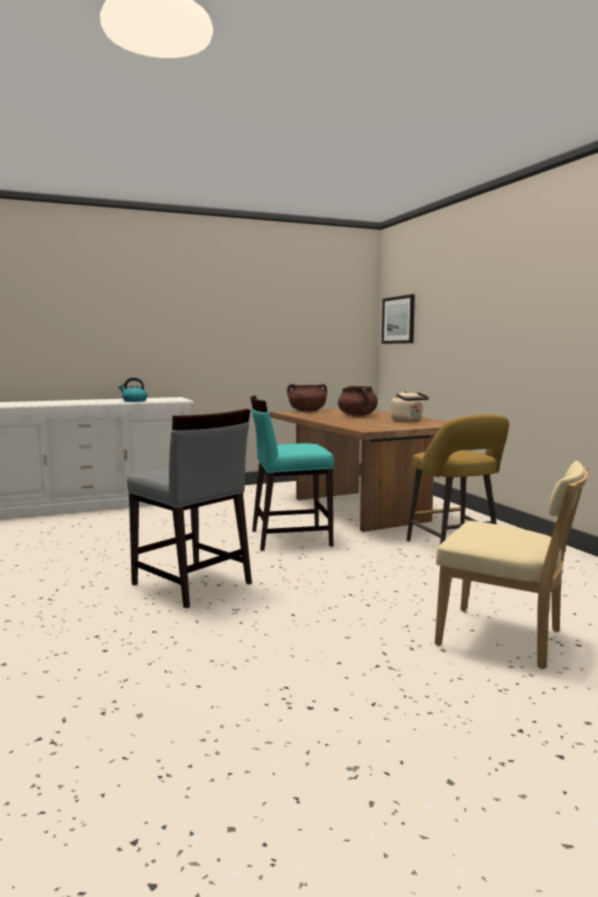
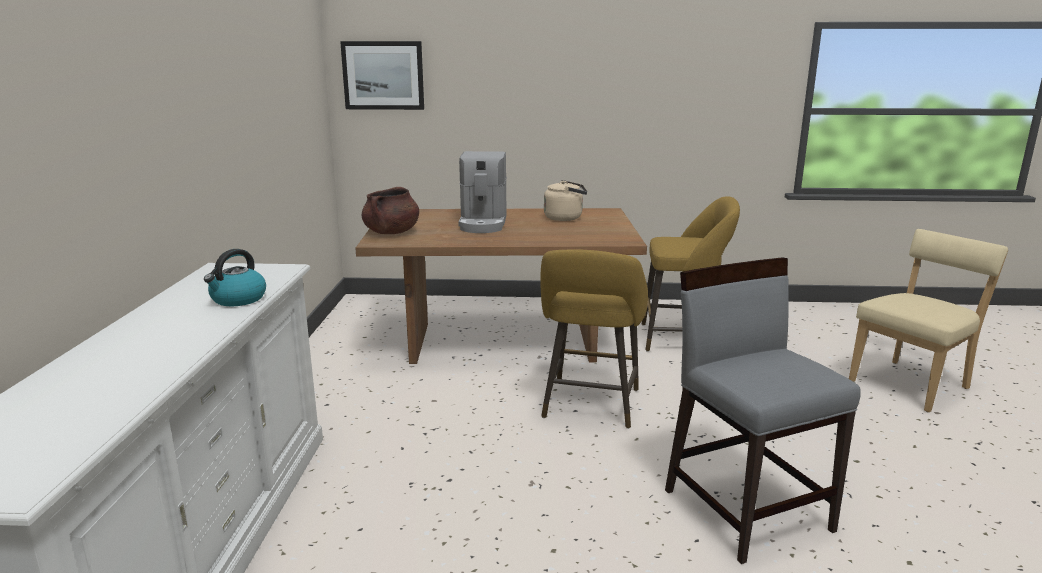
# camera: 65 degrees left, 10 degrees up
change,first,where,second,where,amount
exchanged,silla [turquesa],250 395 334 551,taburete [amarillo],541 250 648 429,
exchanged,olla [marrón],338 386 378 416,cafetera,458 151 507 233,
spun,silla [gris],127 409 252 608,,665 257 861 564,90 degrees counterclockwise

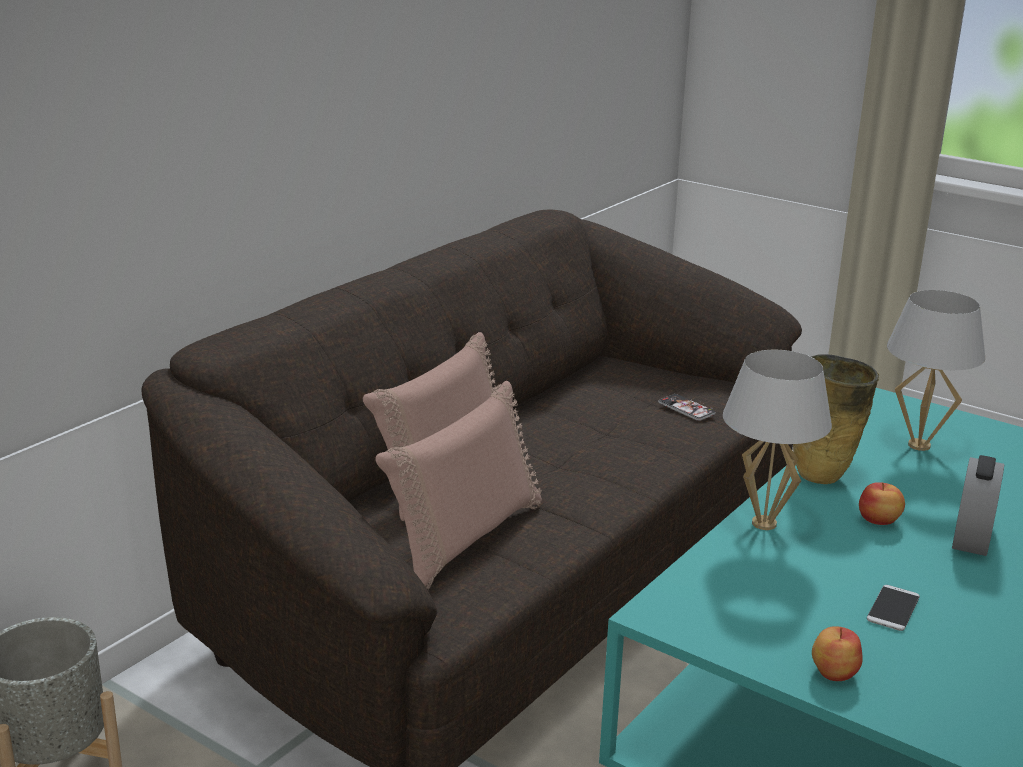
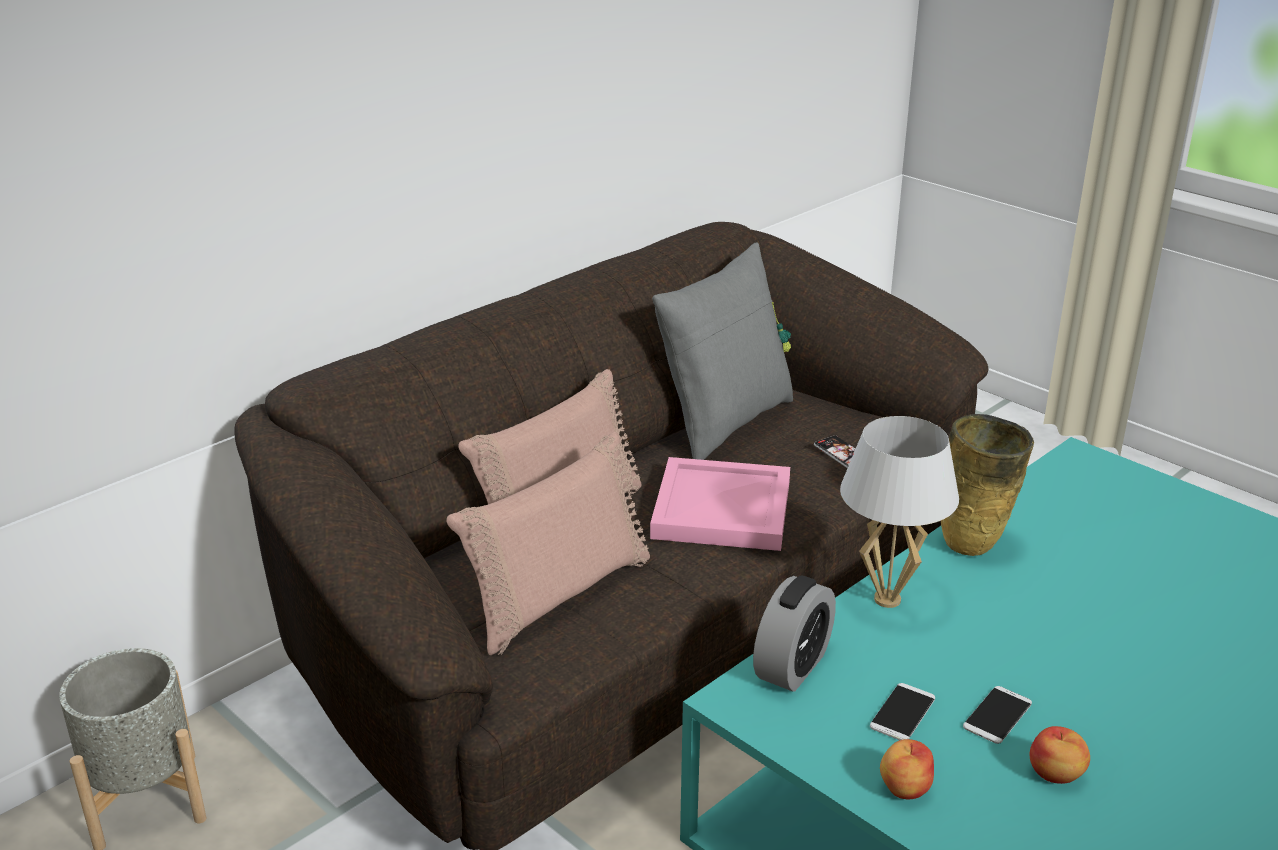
# camera: 10 degrees right, 5 degrees up
change,first,where,second,where,amount
missing,lámpara de mesa [blanco],887 290 985 451,,,
appeared,,,bandeja [rosa],650 457 790 551,
appeared,,,cojín [gris],652 242 793 460,
appeared,,,móvil,870 683 935 740,
relocated,manzana,859 482 905 525,,1030 726 1090 784,
relocated,despertador,952 455 1004 556,,753 576 836 692,

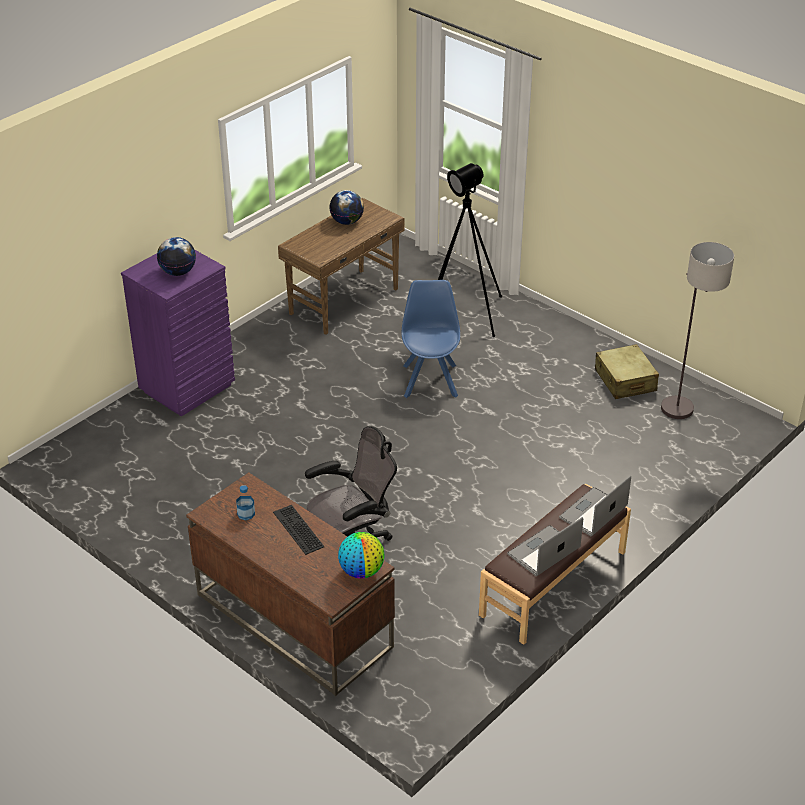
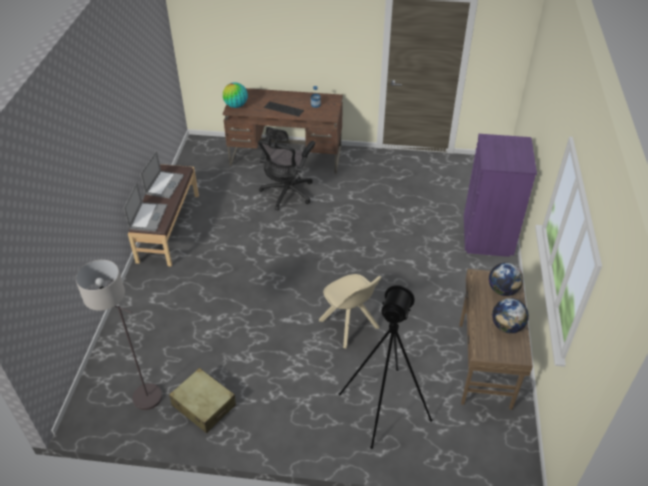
# camera: 145 degrees right, 5 degrees up
change,first,where,second,where,amount
relocated,globo terráqueo,157 237 196 276,,489 263 523 296,
colour,silla [azul],402 280 460 398,silla [beis],319 274 382 349,

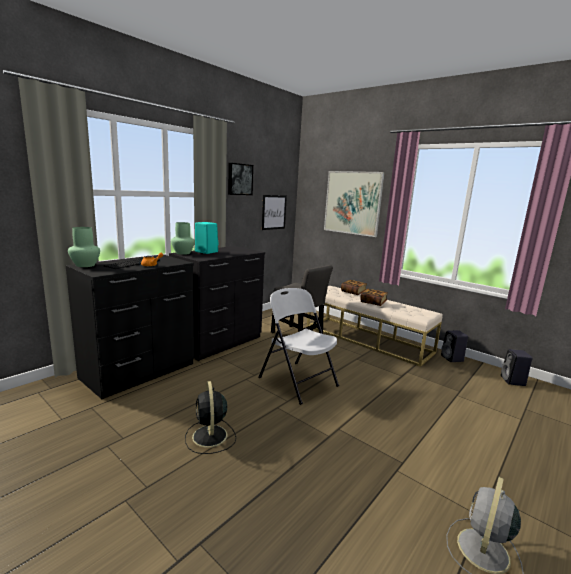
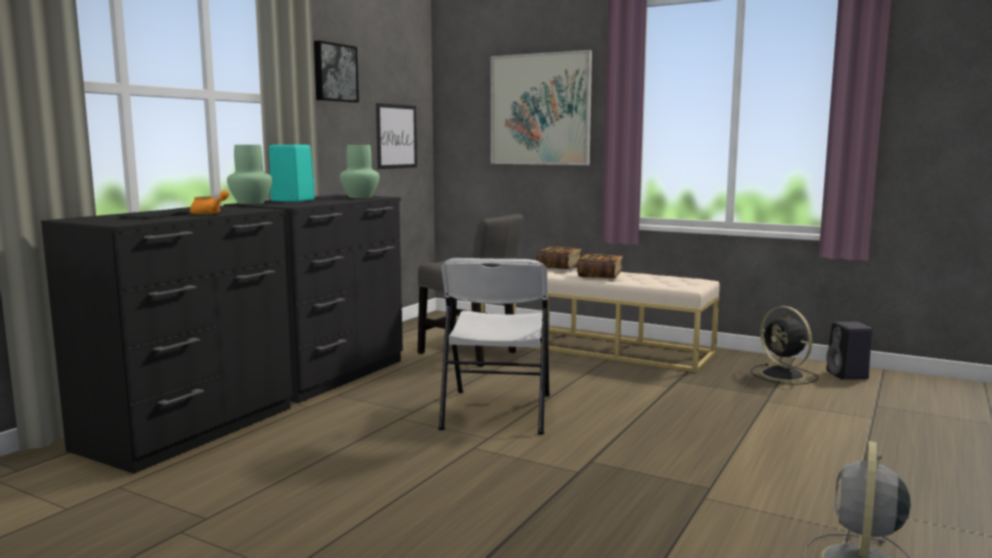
# camera: 10 degrees left, 5 degrees down
change,first,where,second,where,amount
missing,altavoz [negro],441 330 468 362,,,
relocated,florero [verde],68 227 100 267,,340 145 379 198,
relocated,ventilador [negro],185 381 236 454,,751 306 819 385,
spun,silla [blanco],258 288 339 405,,438 258 550 435,120 degrees counterclockwise

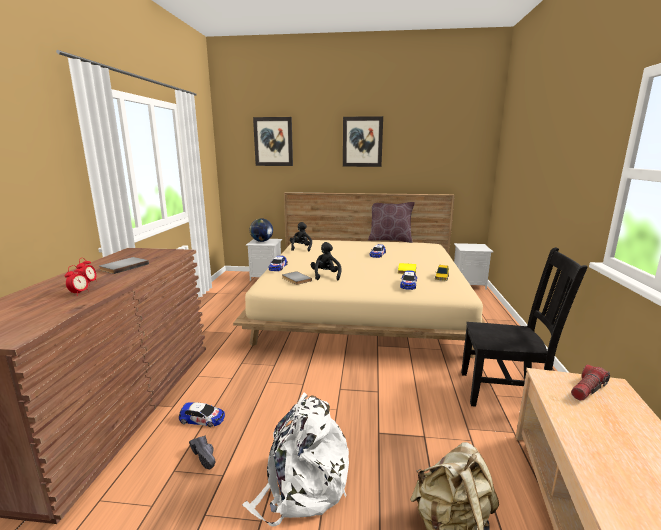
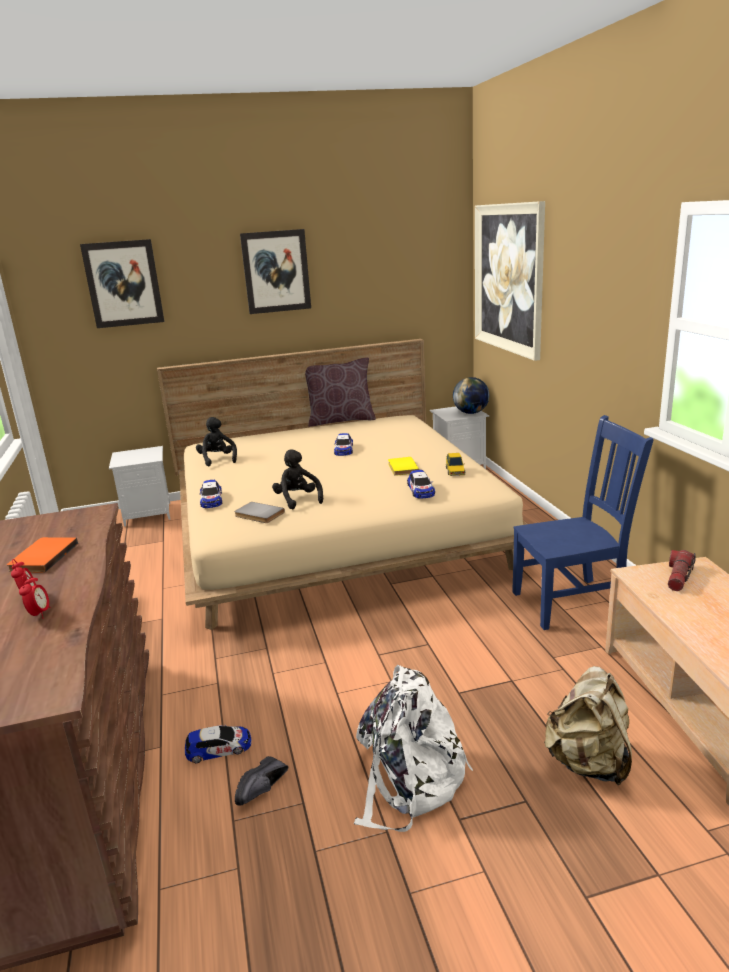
# camera: 20 degrees left, 5 degrees up
change,first,where,second,where,amount
appeared,,,cuadro,475 201 545 361,
relocated,globo terráqueo,250 218 273 242,,453 377 489 414,
colour,libro [gris],99 257 149 274,libro [naranja],7 537 78 573,
colour,silla [negro],461 247 588 407,silla [azul],512 415 654 630,
spun,zapato [negro],189 435 215 469,,235 756 288 806,90 degrees clockwise

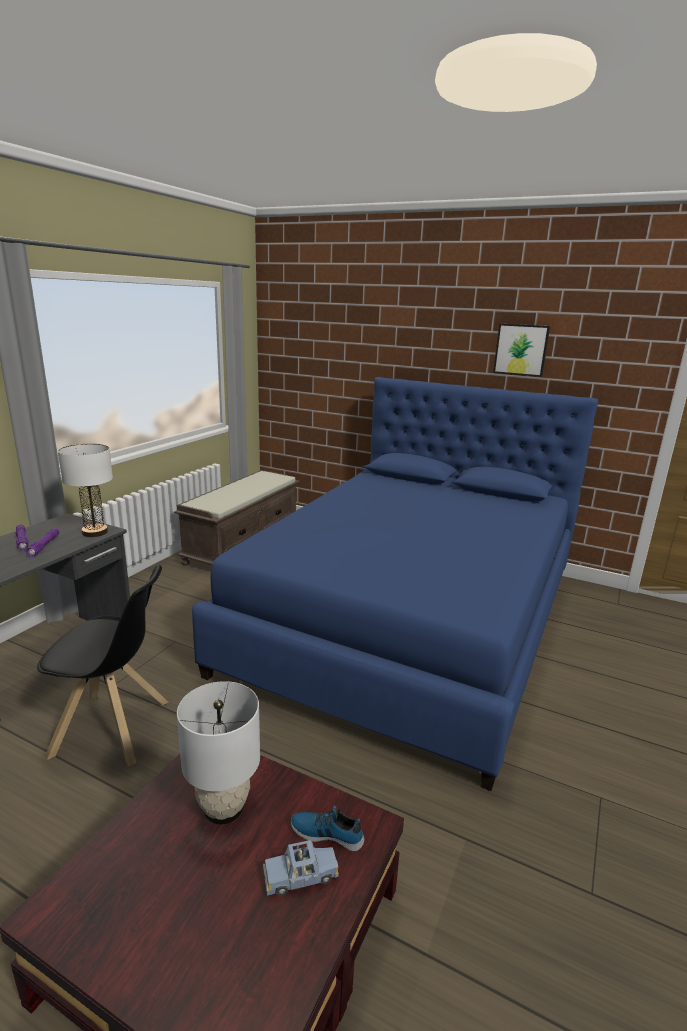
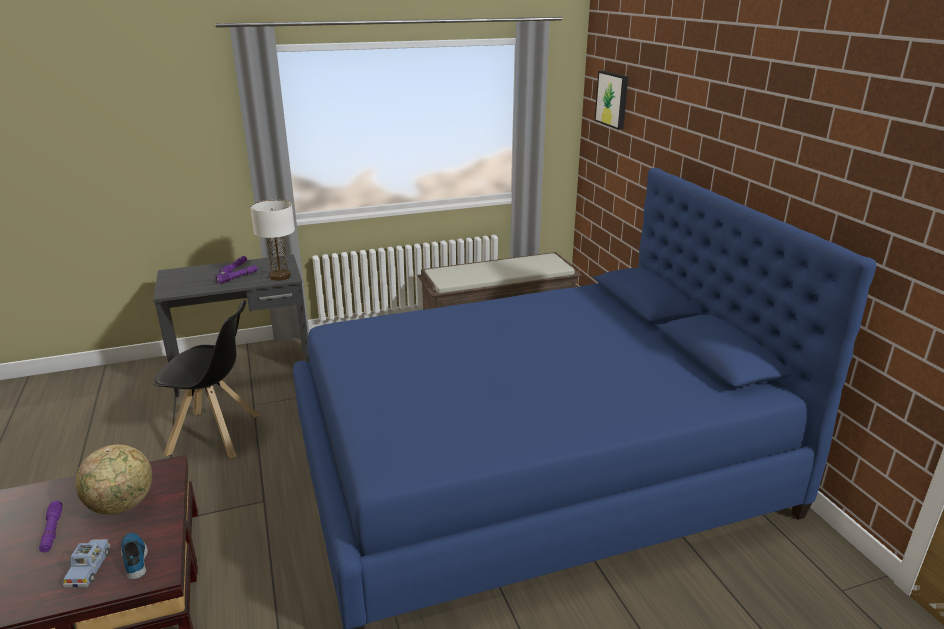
# camera: 45 degrees right, 5 degrees up
change,first,where,second,where,amount
appeared,,,linterna [morado],39 501 62 552,
relocated,cuadro,493 324 550 377,,595 71 628 130,
exchanged,lámpara de mesa [blanco],177 681 260 824,globo terráqueo,75 444 152 515,
spun,silla [negro],37 565 169 766,,153 300 260 459,45 degrees counterclockwise
spun,coche de juguete [azul],263 840 339 896,,63 539 111 588,120 degrees counterclockwise

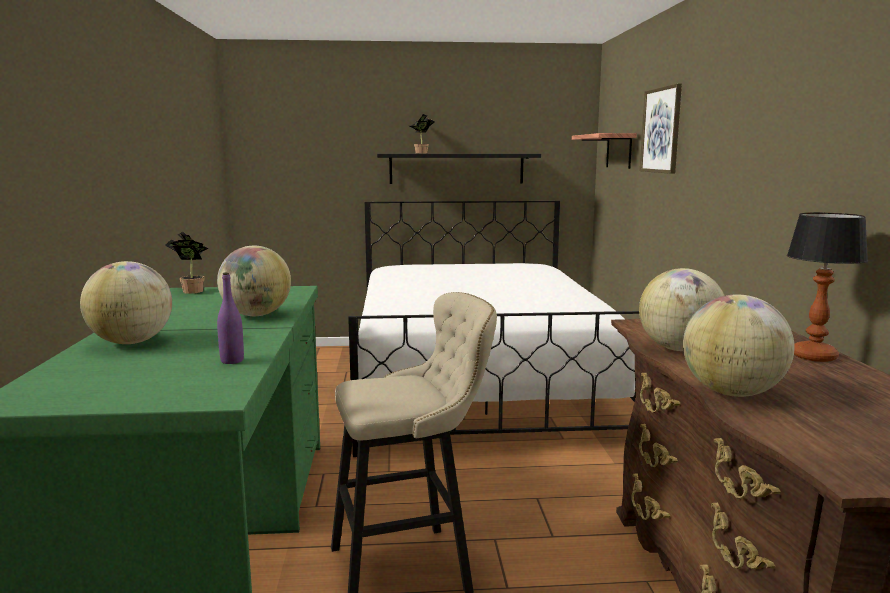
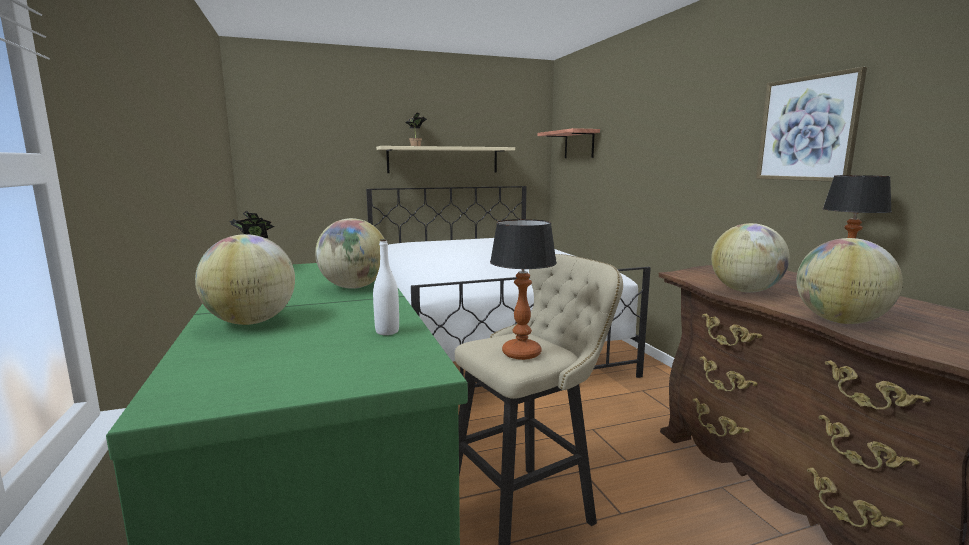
# camera: 15 degrees left, 0 degrees up
change,first,where,second,where,amount
appeared,,,lámpara de mesa,490 219 557 360,
relocated,cuadro,640 83 682 174,,756 67 867 182,
colour,botella [morado],217 272 244 364,botella [blanco],373 239 399 335,
colour,estante [negro],377 154 541 184,estante [beis],376 146 515 173,

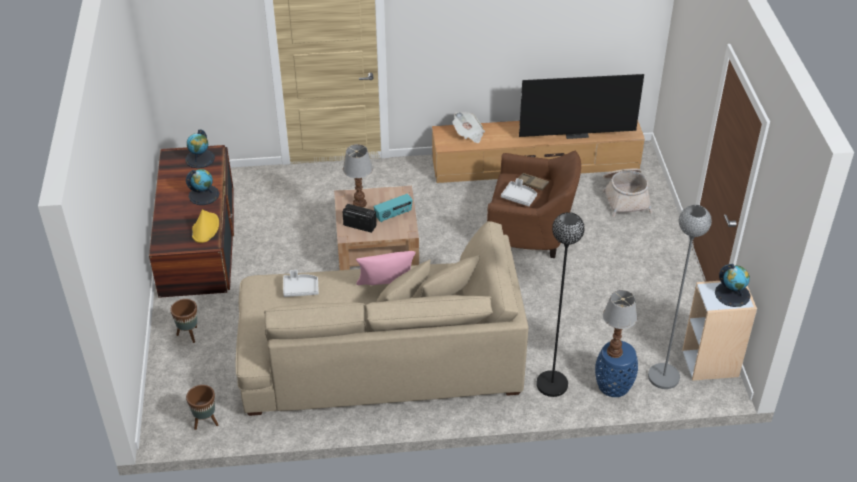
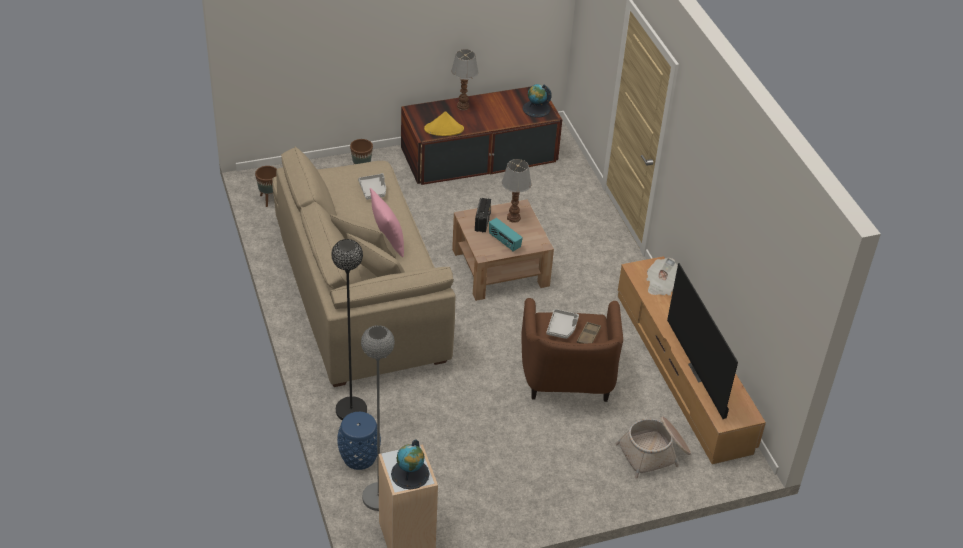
# camera: 75 degrees right, 0 degrees up
change,first,where,second,where,amount
missing,globo terráqueo,186 169 219 205,,,
relocated,lámpara de mesa,603 290 637 358,,451 49 478 110,

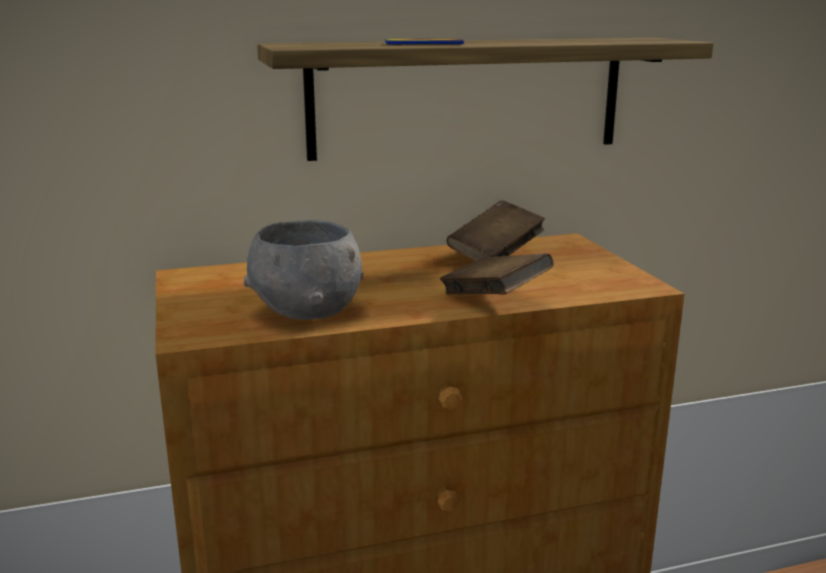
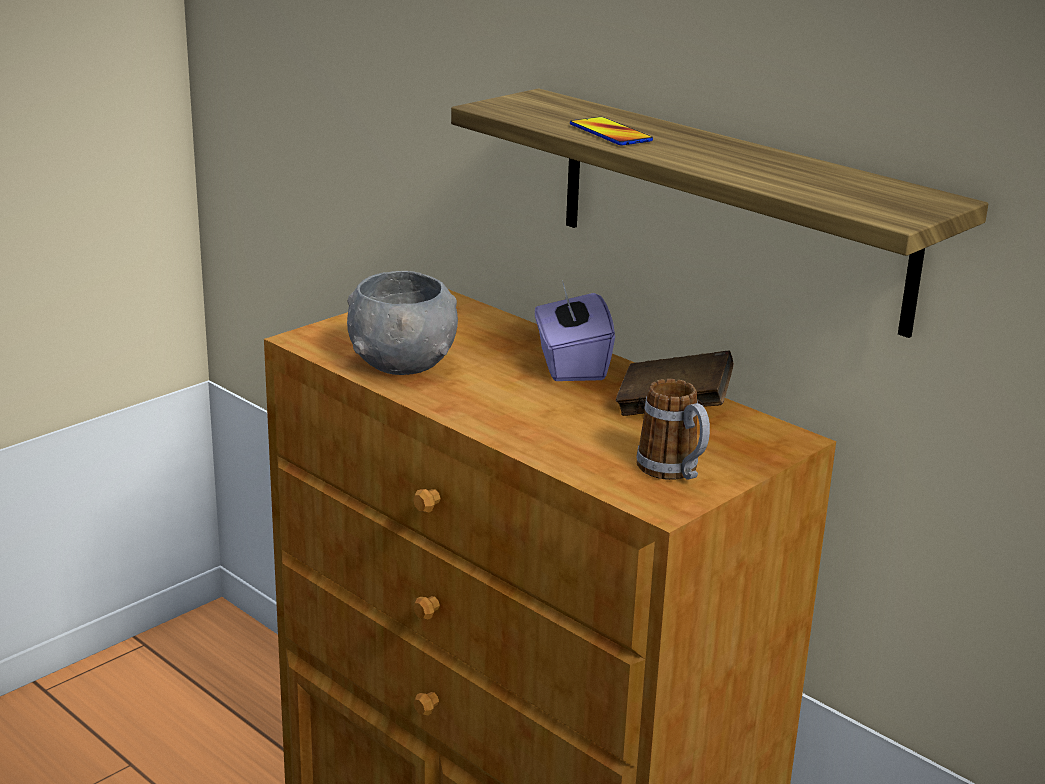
# camera: 60 degrees right, 5 degrees up
change,first,where,second,where,amount
missing,libro [marrón],440 253 554 294,,,
appeared,,,caja de pañuelos [morado],535 280 615 381,
appeared,,,taza grande,636 379 710 480,

